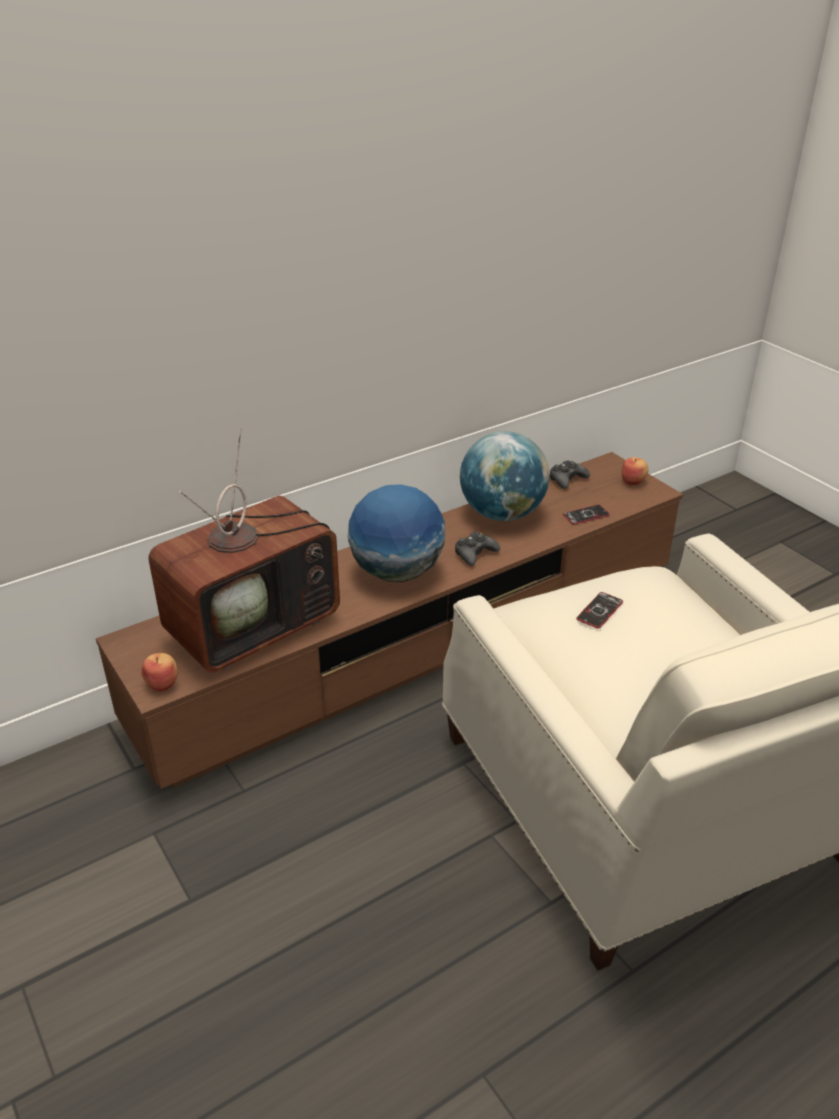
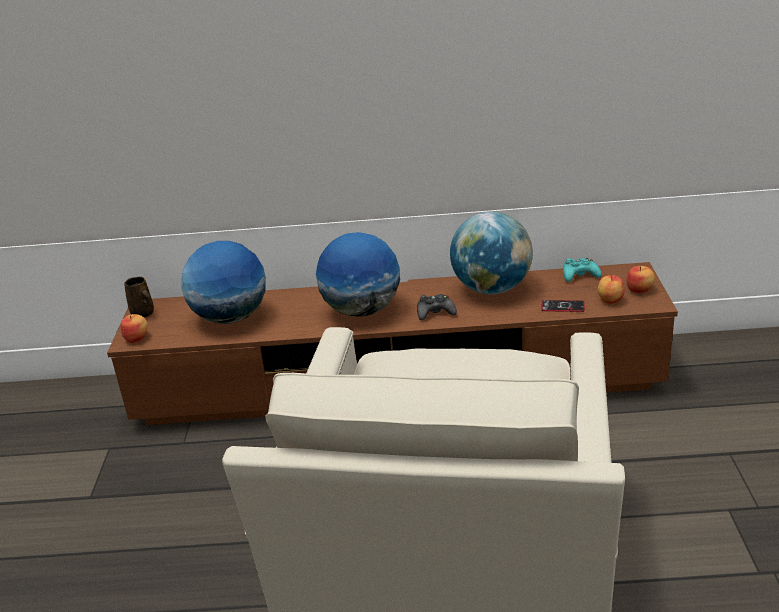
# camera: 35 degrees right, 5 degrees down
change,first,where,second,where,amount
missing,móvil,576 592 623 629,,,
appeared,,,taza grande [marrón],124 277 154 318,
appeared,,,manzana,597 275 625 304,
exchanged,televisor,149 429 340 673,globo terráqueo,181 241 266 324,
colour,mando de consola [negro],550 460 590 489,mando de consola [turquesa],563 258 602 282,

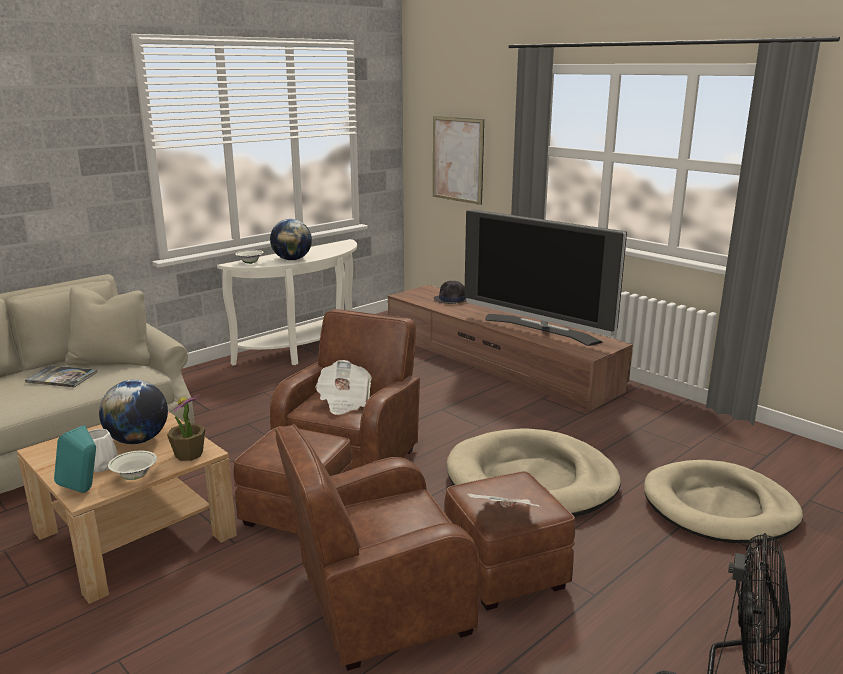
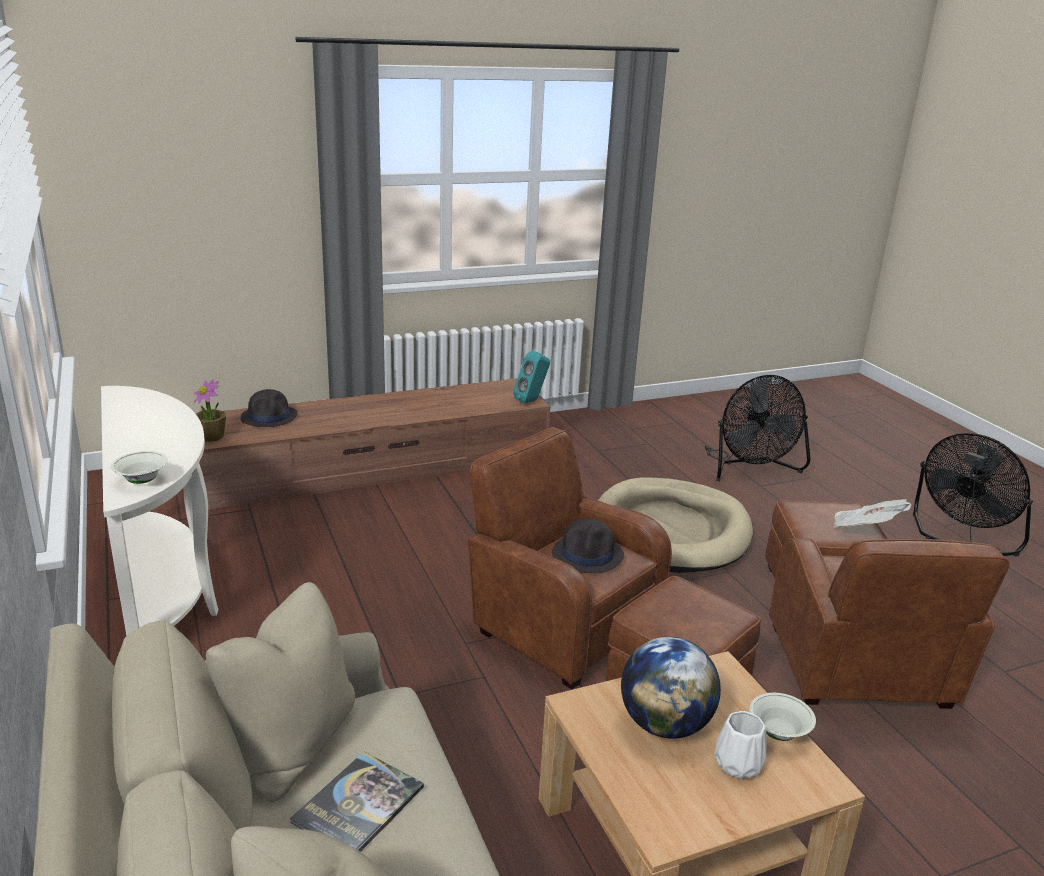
# camera: 70 degrees left, 5 degrees up
change,first,where,second,where,amount
missing,globo terráqueo,270 219 312 260,,,
missing,cuadro,433 116 484 205,,,
missing,televisor,464 209 627 346,,,
relocated,altavoz [turquesa],54 425 96 493,,513 351 550 404,
relocated,planta en maceta,166 394 206 461,,194 379 226 442,
exchanged,periódico,315 360 372 415,sombrero [negro],552 518 624 573,
exchanged,cama para perro [beis],644 460 803 543,ventilador [negro],705 375 810 481,

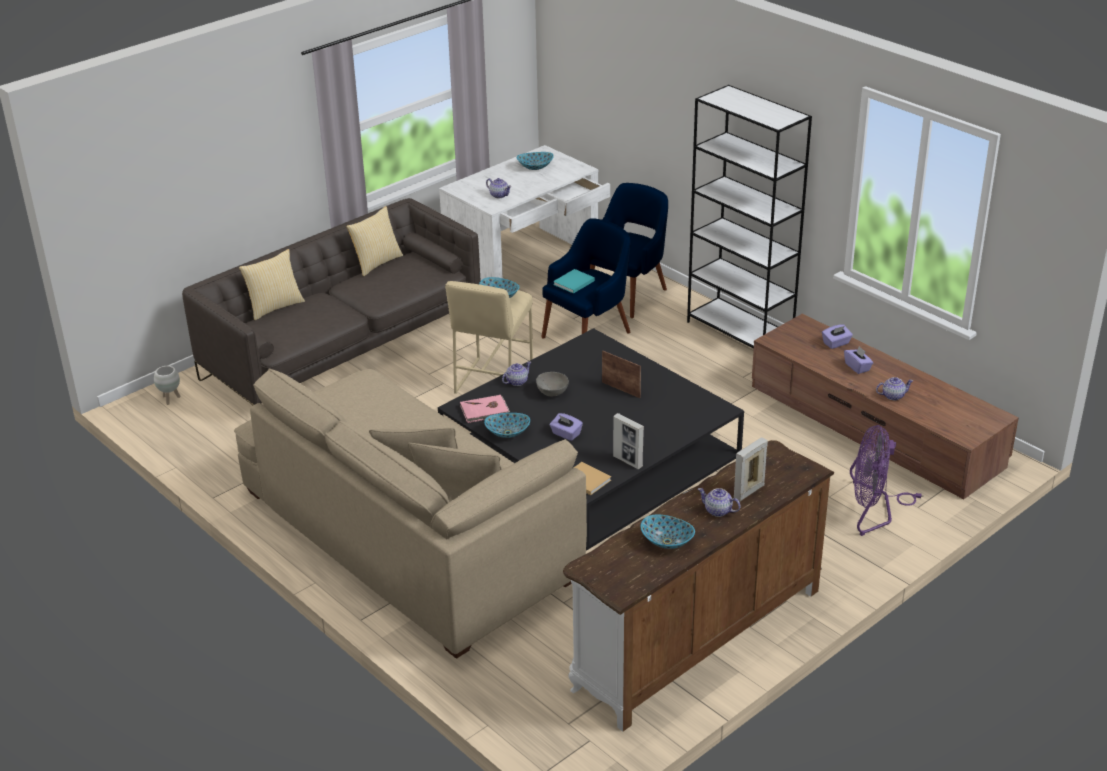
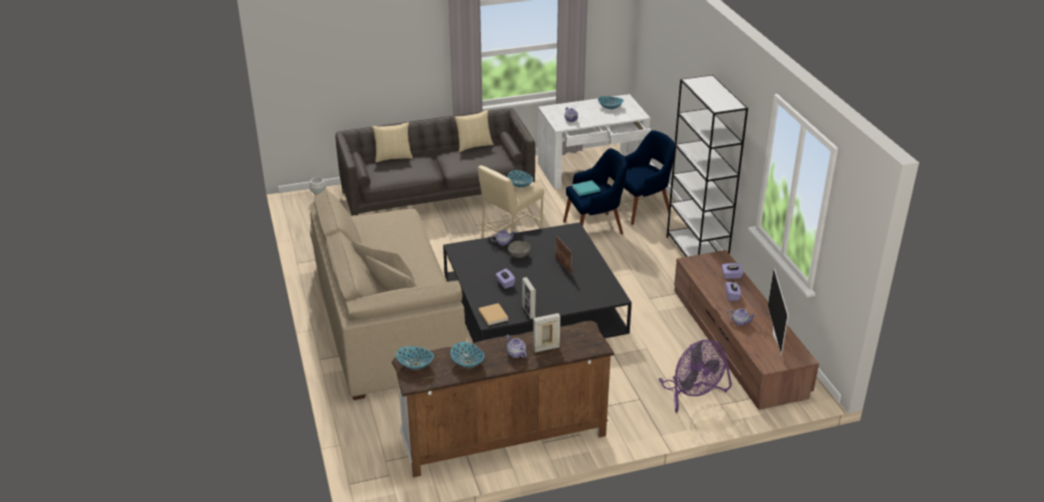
# camera: 25 degrees right, 0 degrees up
change,first,where,second,where,amount
missing,libro [rosa],460 395 510 423,,,
appeared,,,televisor,768 268 788 355,
relocated,cuenco,484 413 530 438,,396 346 434 369,
spun,ventilador [morado],850 425 923 536,,659 340 732 413,150 degrees counterclockwise

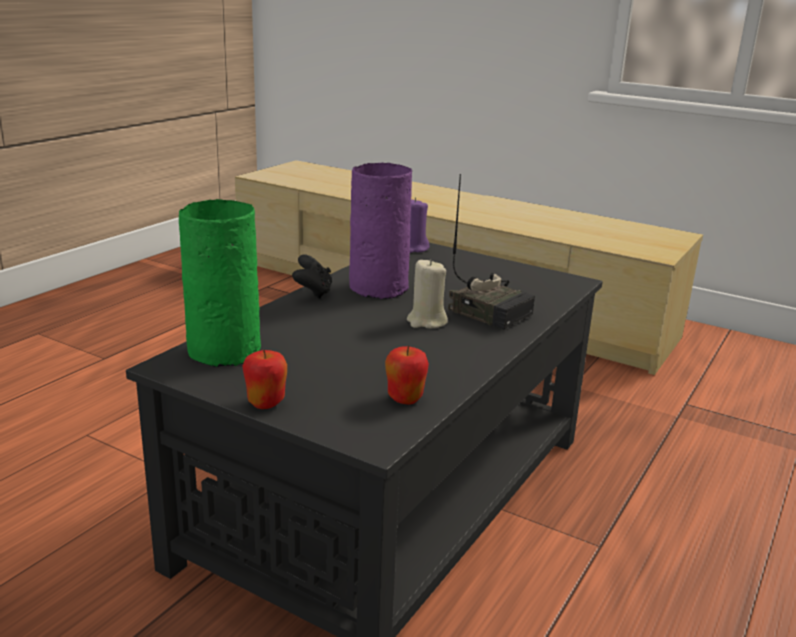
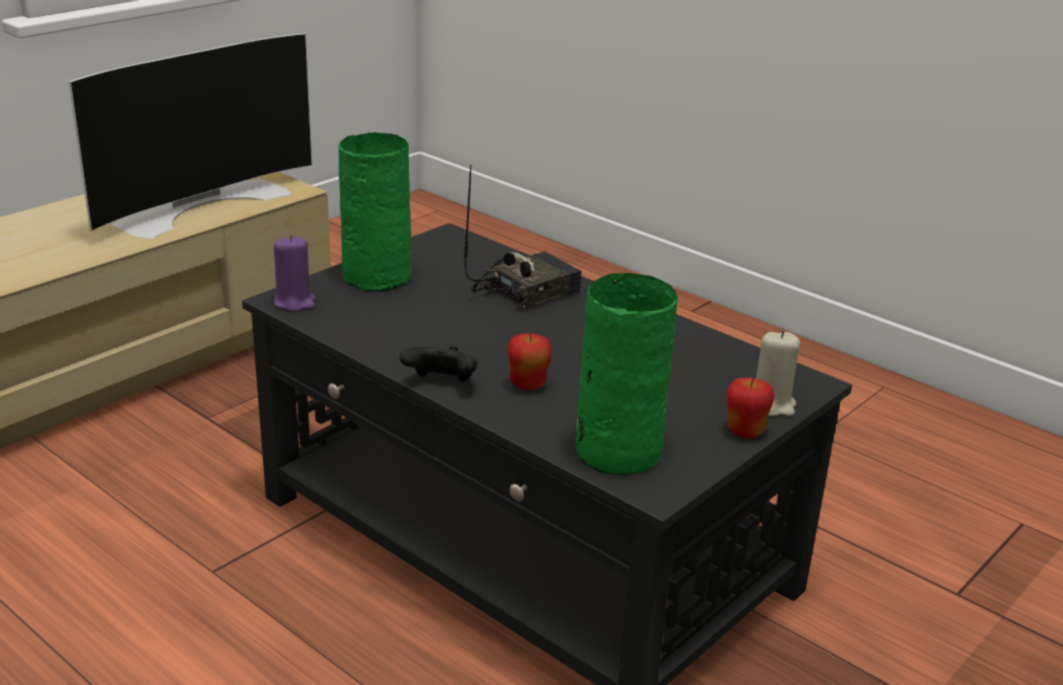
# camera: 80 degrees left, 5 degrees up
change,first,where,second,where,amount
missing,florero [morado],349 163 412 299,,,
appeared,,,televisor,69 33 312 239,
appeared,,,florero [verde],338 132 412 292,
relocated,manzana,385 346 429 405,,508 333 552 390,
relocated,vela [beis],407 259 448 328,,756 331 800 416,

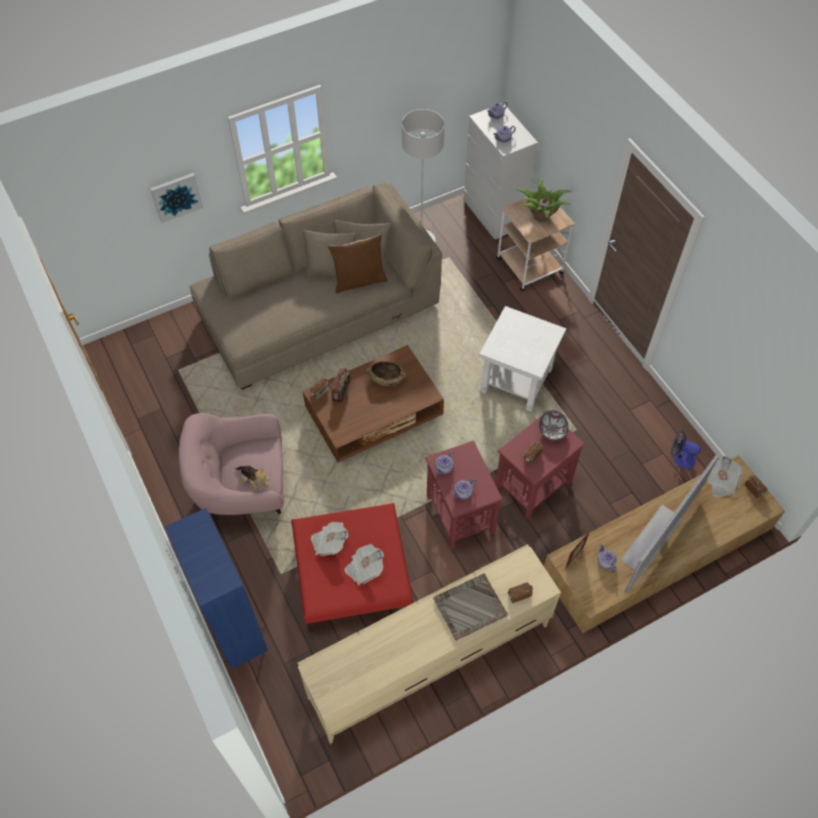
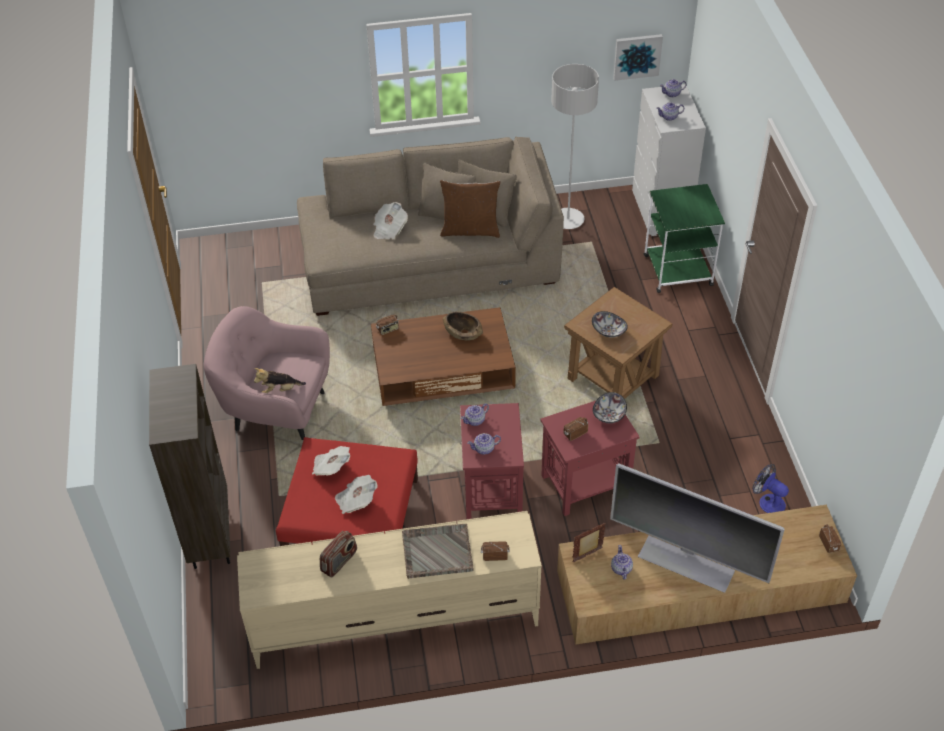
# camera: 20 degrees right, 10 degrees down
change,first,where,second,where,amount
missing,planta en maceta,515 178 572 222,,,
appeared,,,cuenco,592 311 628 338,
relocated,cuadro,150 173 203 223,,613 34 663 81,
relocated,radio,331 367 351 403,,320 531 357 578,
relocated,periódico,707 456 743 497,,373 202 408 239,
colour,estantería [azul],165 508 268 669,estantería [marrón],149 364 230 569,
colour,mesa auxiliar [blanco],479 306 566 411,mesa auxiliar [marrón],564 287 672 399,
colour,carrito [beis],496 197 575 292,carrito [verde],644 184 725 293,
spun,peluche,235 466 269 491,,254 368 306 393,105 degrees clockwise
spun,televisor,621 452 720 593,,610 463 785 593,120 degrees counterclockwise

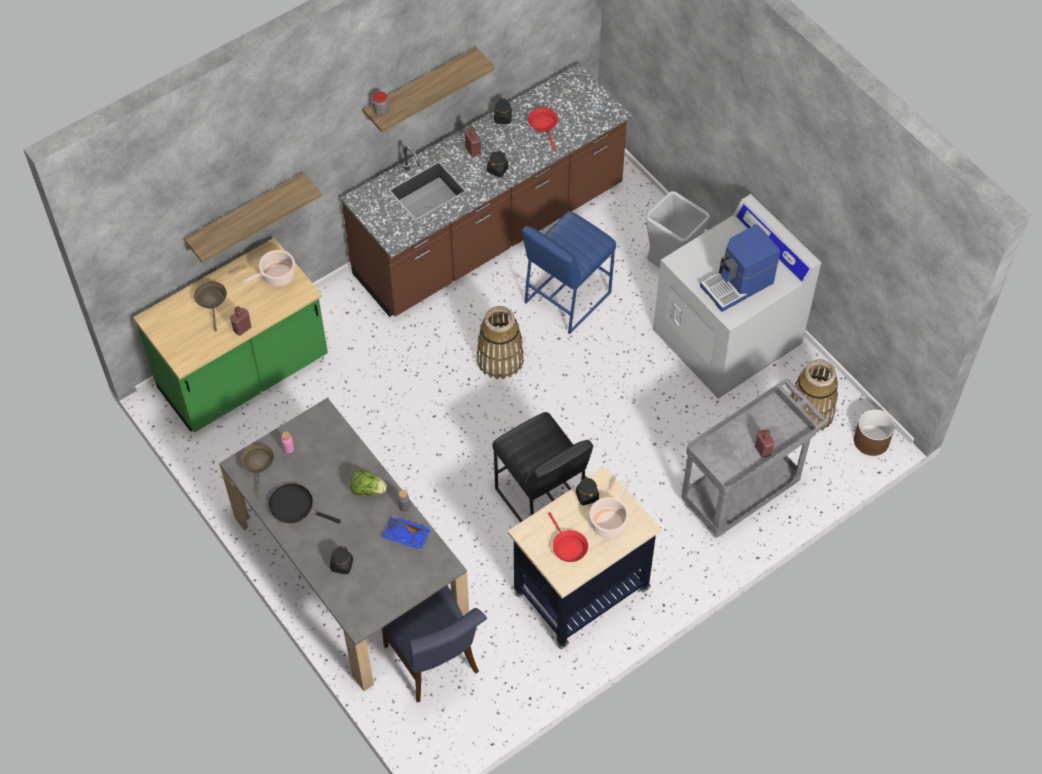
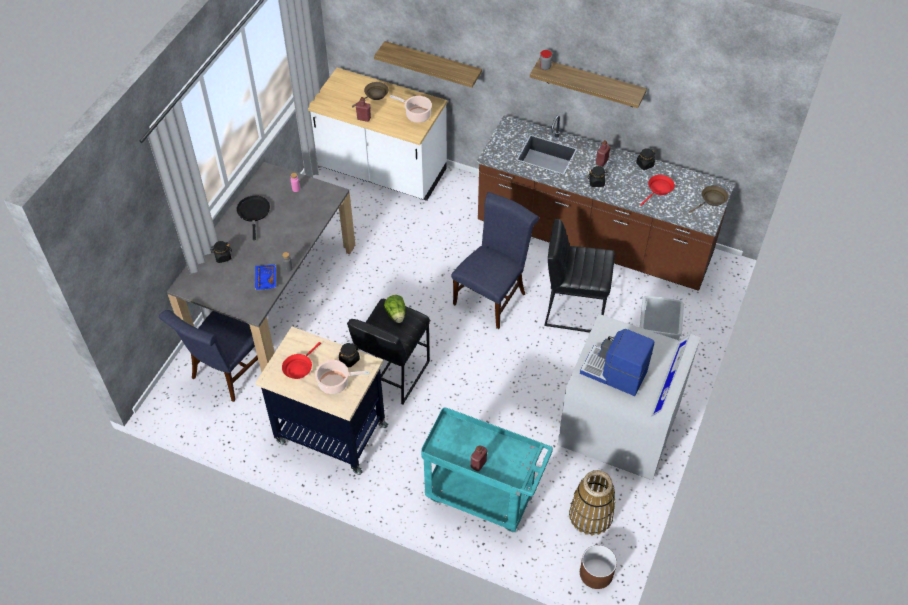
# camera: 60 degrees right, 5 degrees down
change,first,where,second,where,amount
relocated,sartén [marrón],240 443 274 499,,689 185 728 213,
relocated,lechuga,351 469 387 496,,384 295 405 323,
exchanged,cesta,477 306 524 379,silla [azul],451 192 539 329,
colour,mueble bajo de cocina [verde],133 238 328 433,mueble bajo de cocina [blanco],308 68 447 201,
colour,taburete [azul],522 211 616 334,taburete [negro],544 219 615 333,
colour,carrito [gris],681 379 827 538,carrito [turquesa],421 408 553 533,

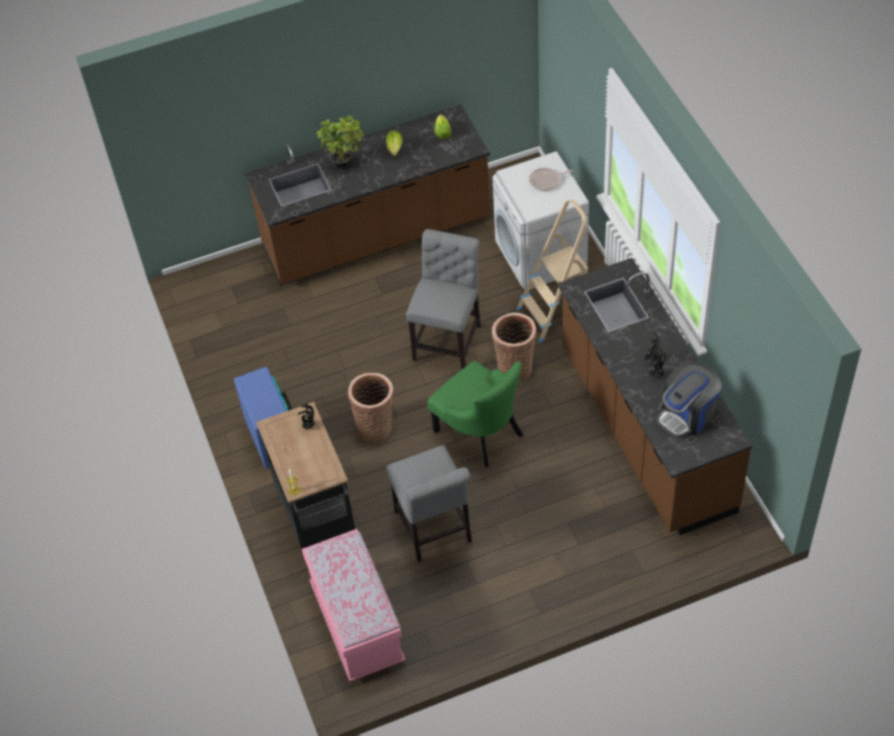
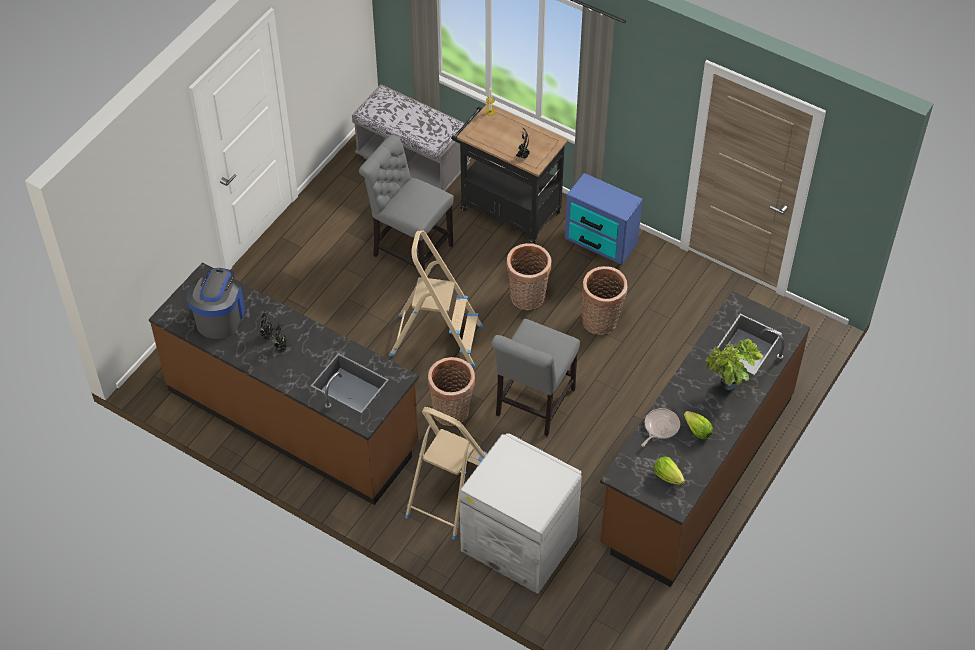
# camera: 140 degrees right, 0 degrees up
change,first,where,second,where,amount
appeared,,,cesta,582 266 628 335,
relocated,sartén,529 168 573 191,,641 408 680 447,
exchanged,silla [verde],427 361 523 468,escalera de tijera [beis],389 230 483 367,
colour,banco [rosa],302 529 406 682,banco [gris],352 84 470 191,
spun,silla [gris],406 229 481 370,,491 319 580 436,45 degrees clockwise

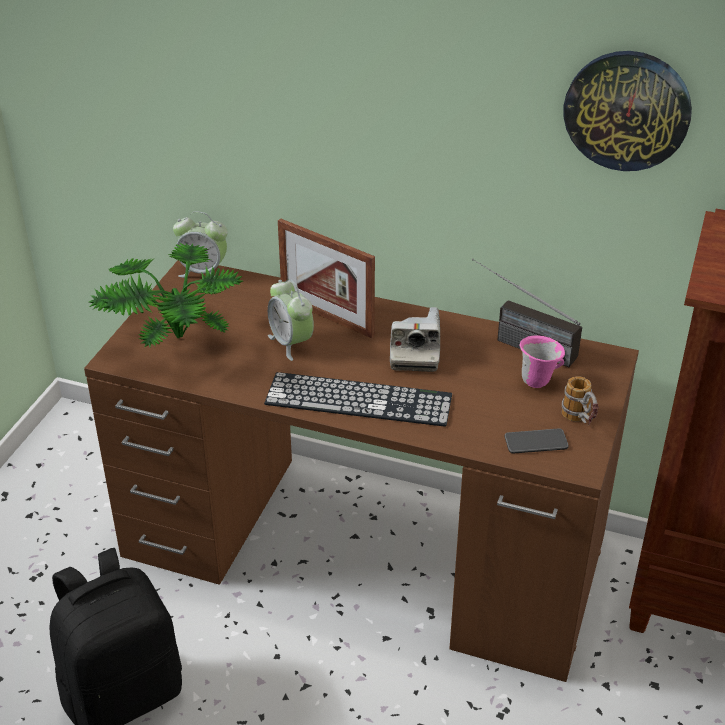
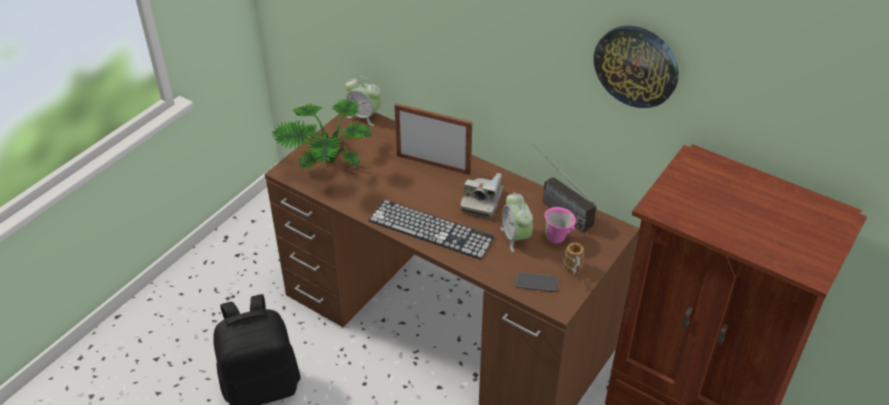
# camera: 15 degrees right, 5 degrees up
change,first,where,second,where,amount
relocated,despertador,268 279 314 361,,501 192 533 252,
spun,portarretratos,278 219 375 338,,395 103 472 175,150 degrees clockwise

